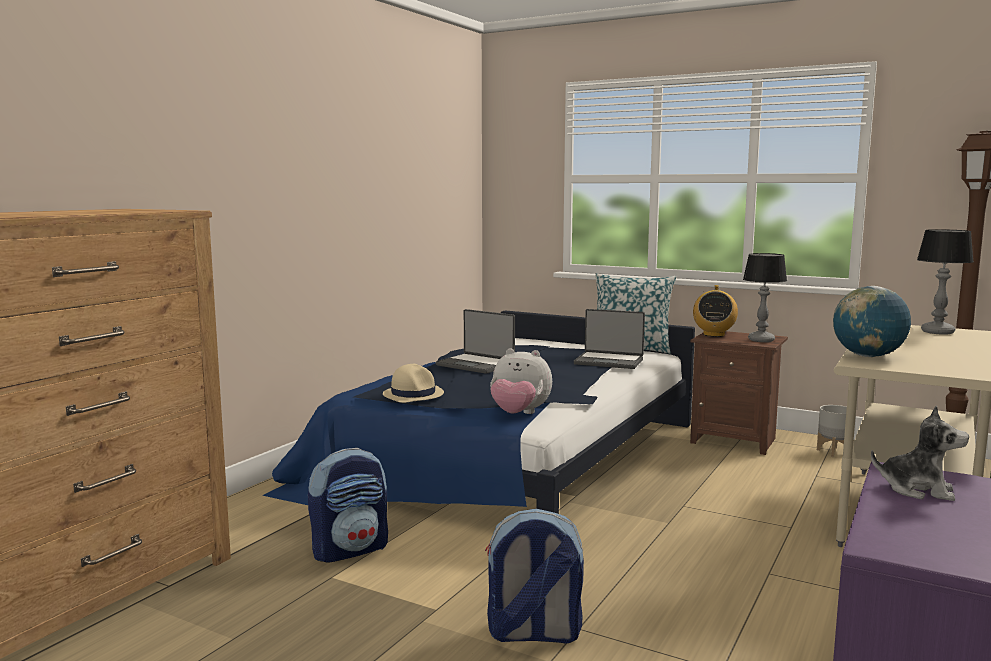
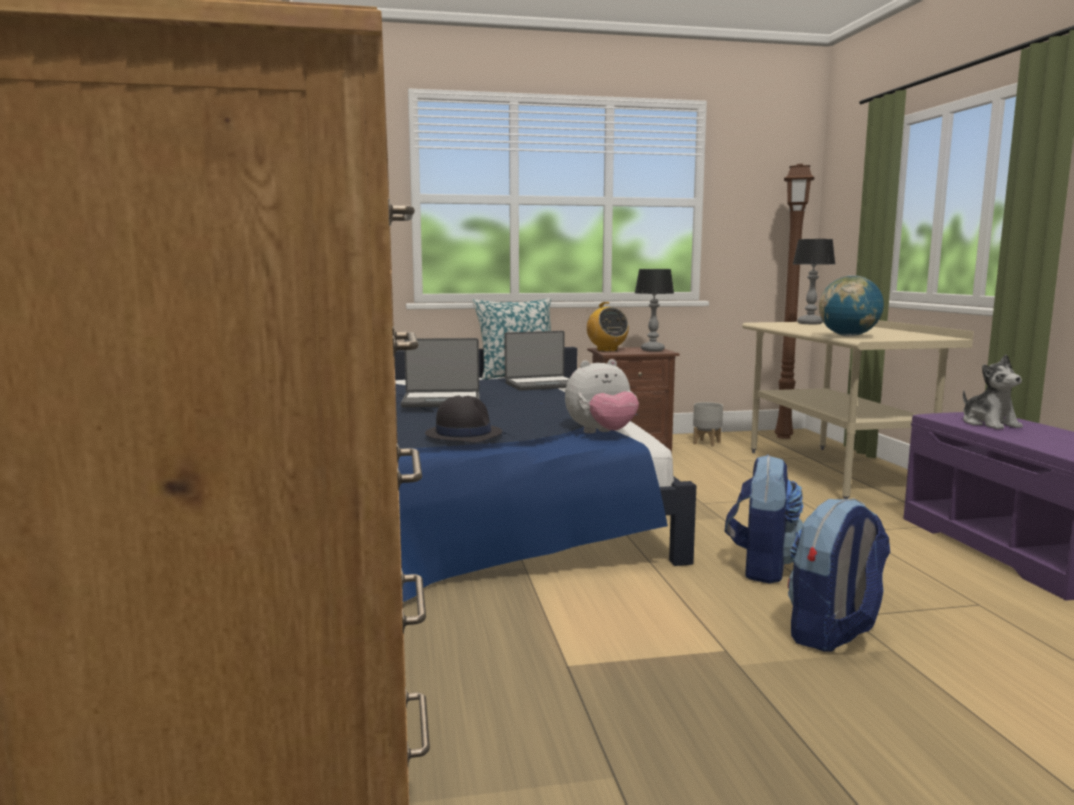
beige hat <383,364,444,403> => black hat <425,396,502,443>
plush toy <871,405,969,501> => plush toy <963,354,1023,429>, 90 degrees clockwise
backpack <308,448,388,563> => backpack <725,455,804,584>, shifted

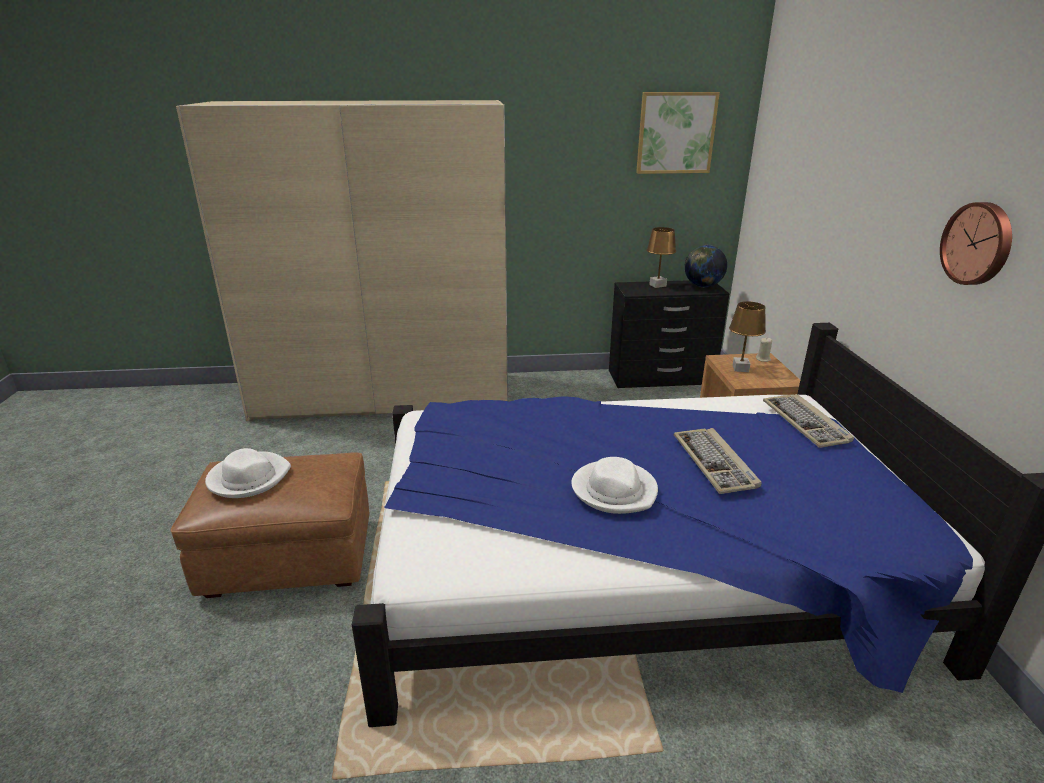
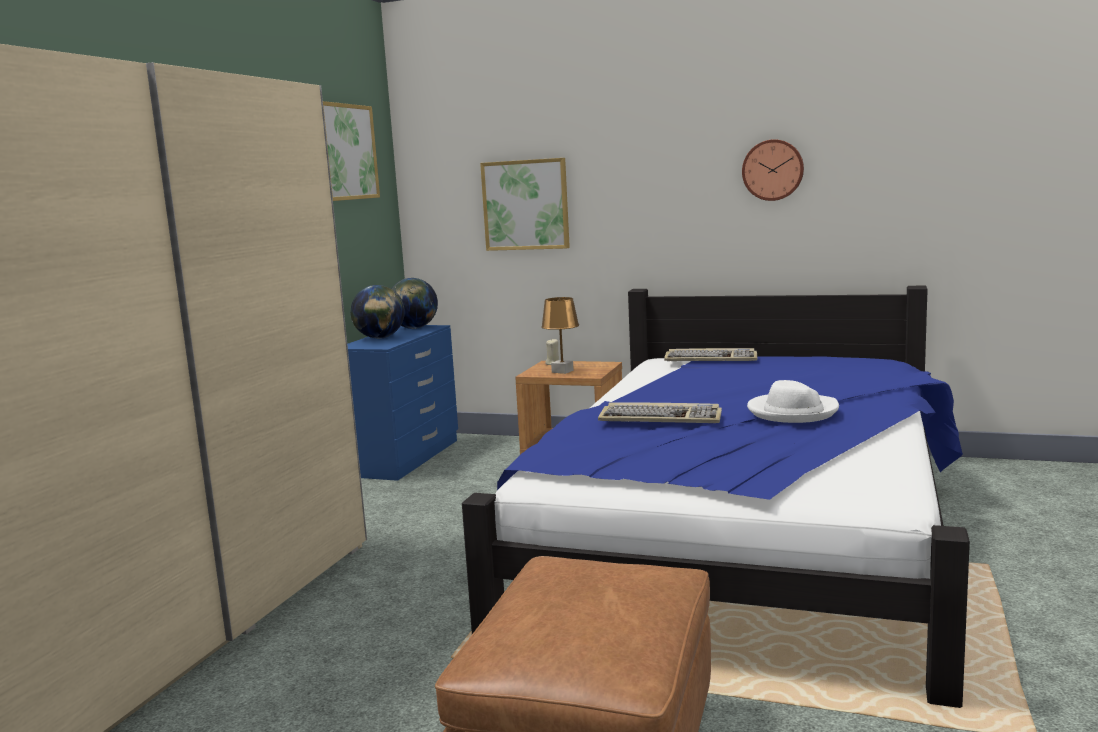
brown table lamp <647,227,676,288> => globe <350,285,405,339>
black dresser <609,280,729,388> => blue dresser <347,325,458,481>
keyboard <674,428,762,494> => keyboard <598,403,722,423>, shifted
white hat <205,448,291,498> => nothing
nothing => picture <480,158,570,251>

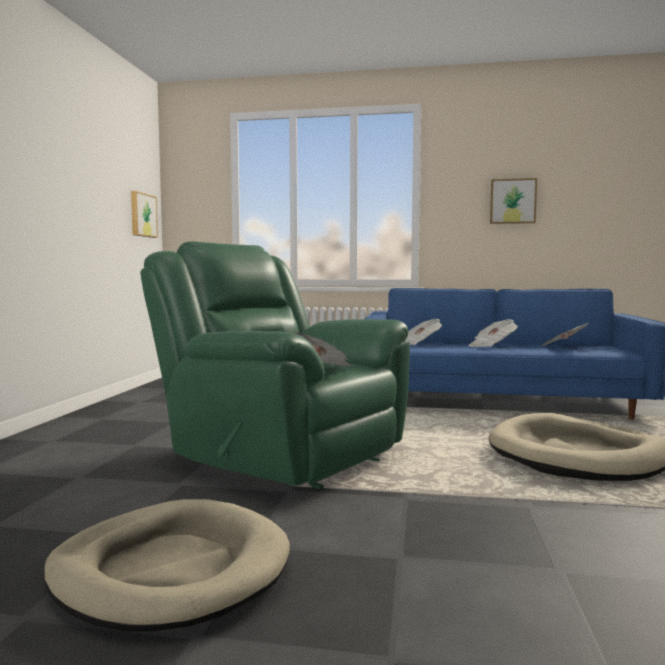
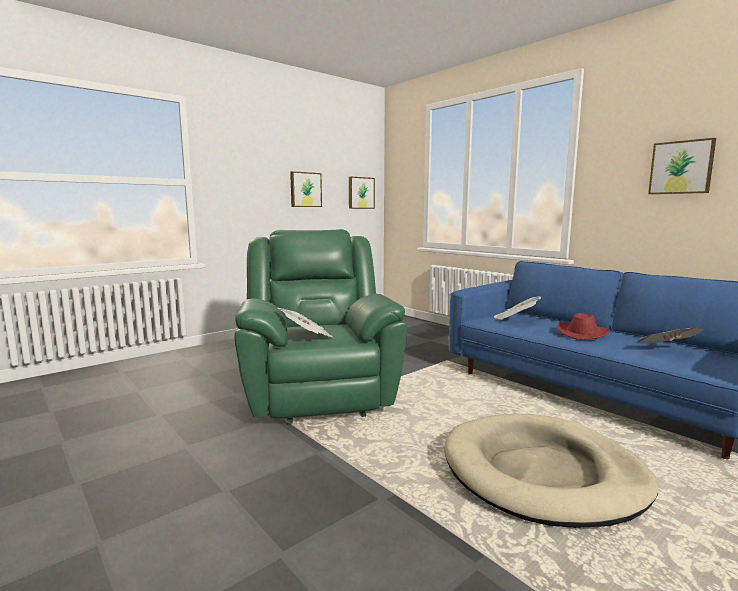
newspaper <469,319,518,347> => red hat <557,313,610,340>
beige dog bed <44,499,290,631> => nothing
nothing => picture <290,171,322,207>

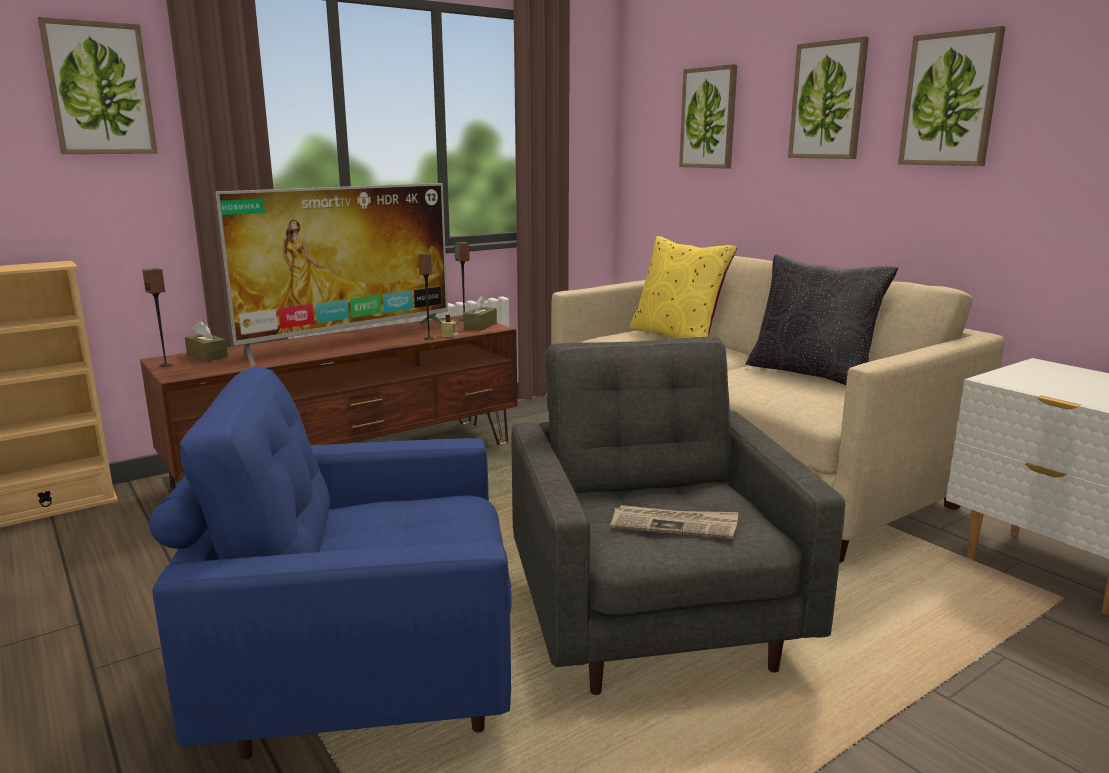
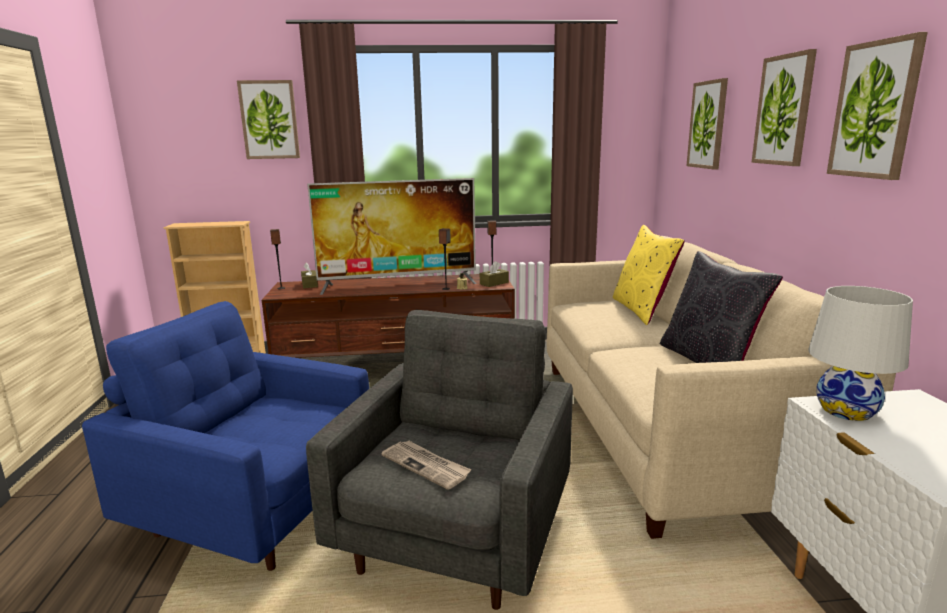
nothing => white table lamp <808,286,913,421>

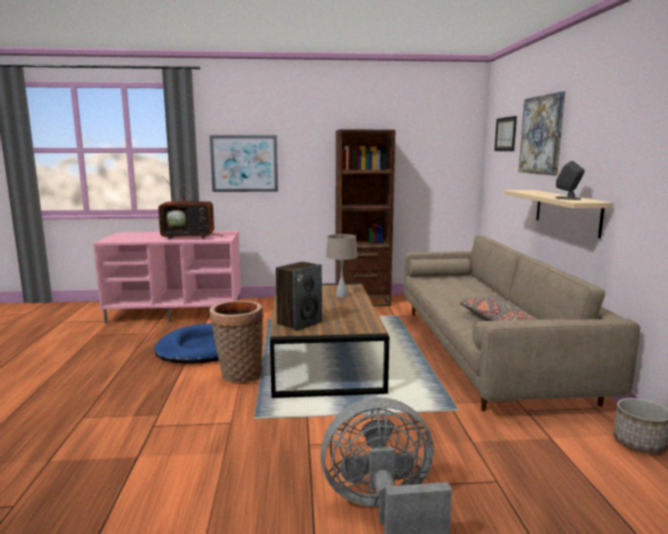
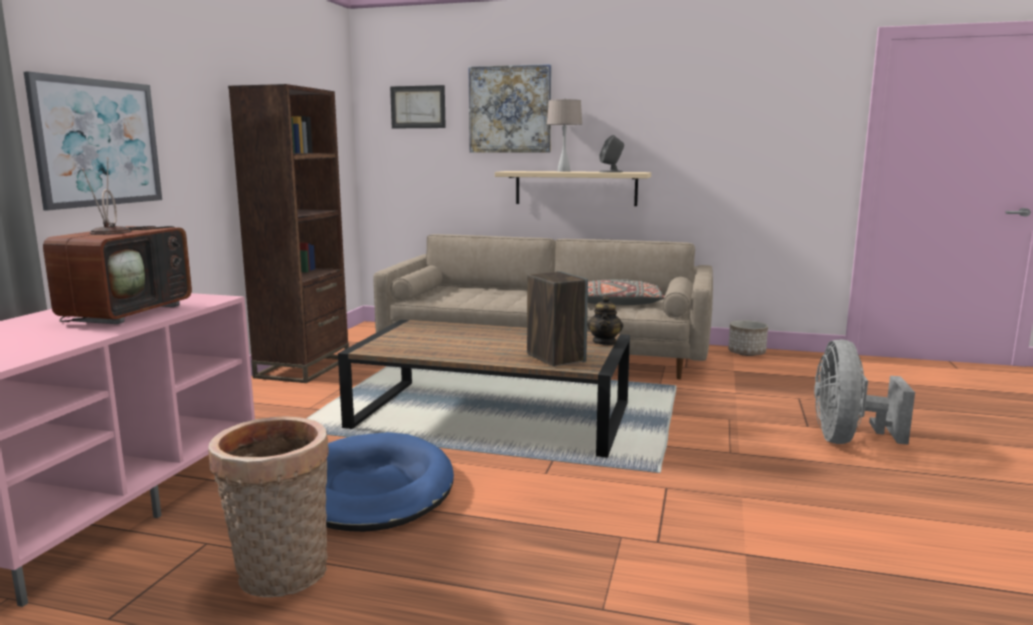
beige table lamp <326,234,358,298> => beige table lamp <547,98,582,172>, shifted
basket <210,300,263,383> => basket <208,416,329,597>, shifted
nothing => teapot <587,295,623,345>

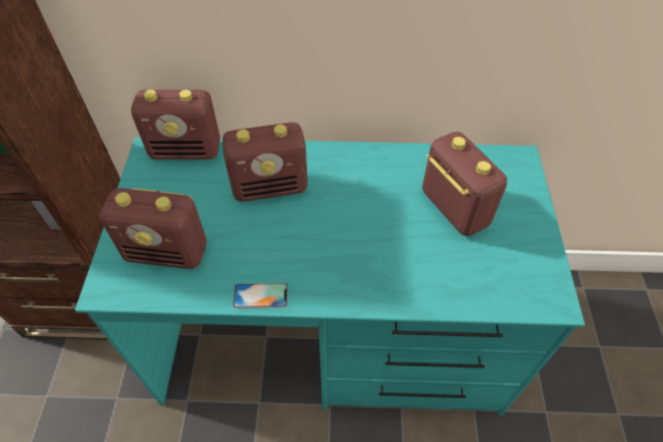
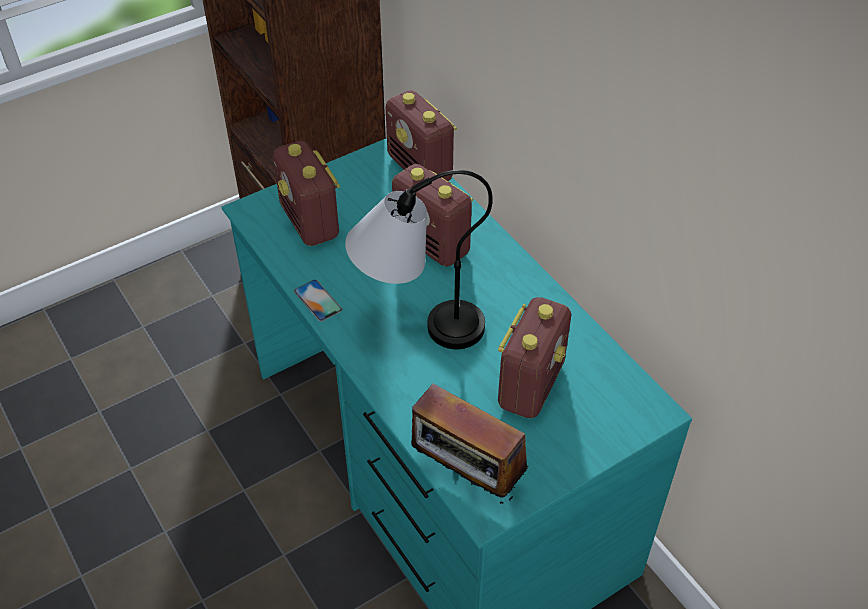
nothing => table lamp <345,170,493,349>
nothing => radio <411,384,528,504>

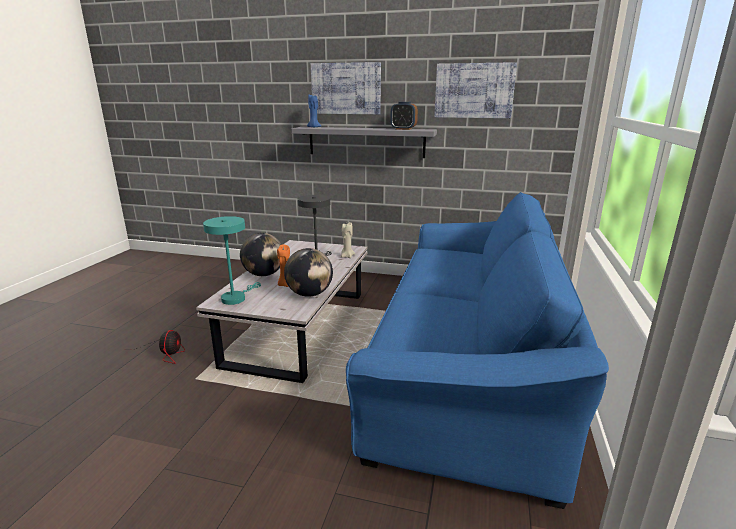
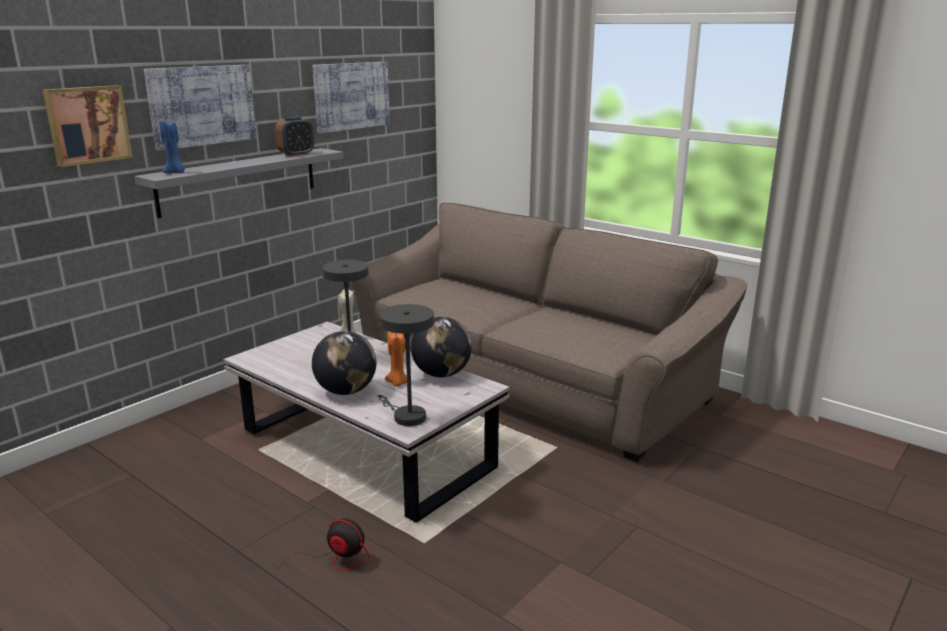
blue sofa <346,192,609,509> => brown sofa <351,203,747,462>
turquoise table lamp <203,216,261,305> => grey table lamp <378,304,434,426>
nothing => picture <43,85,133,167>

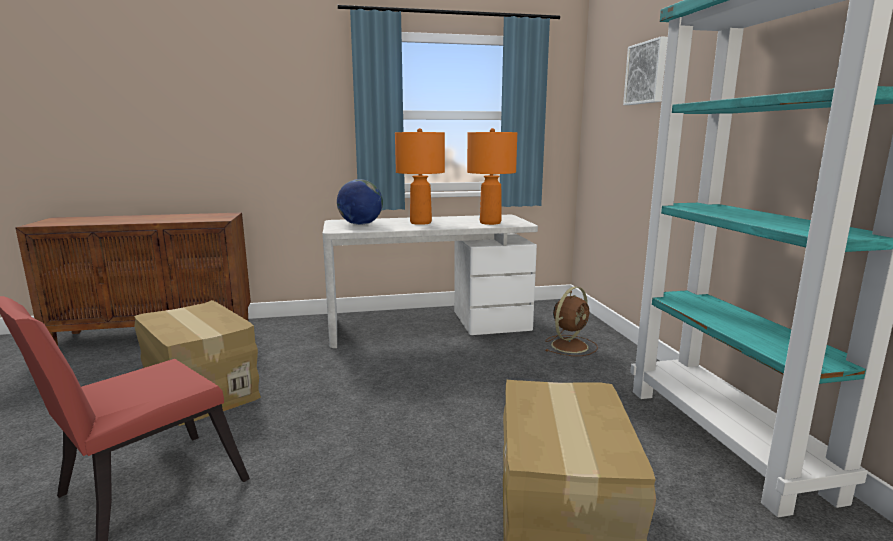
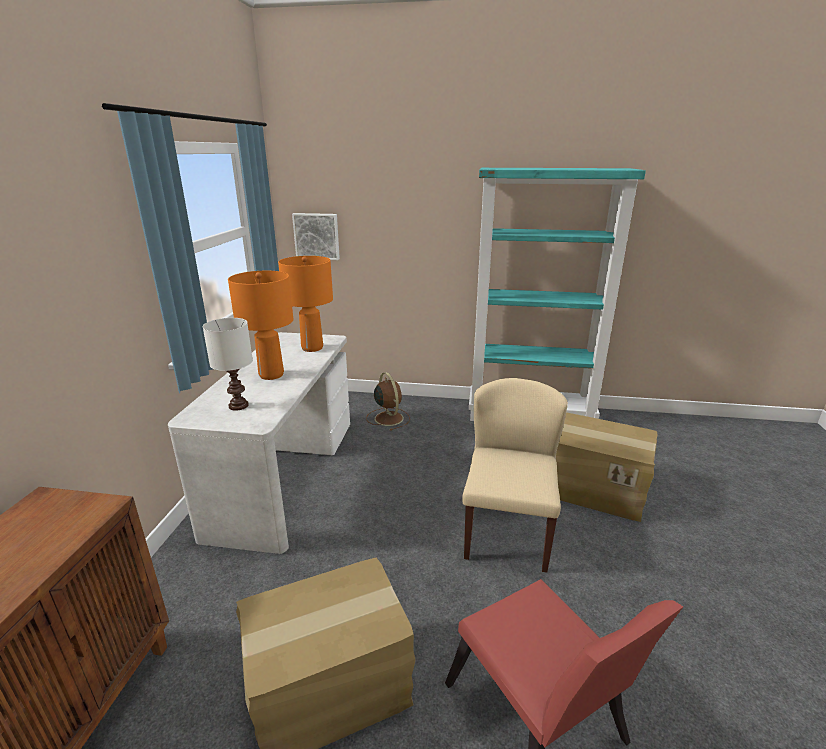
picture <623,36,668,105> => picture <292,213,340,260>, shifted
globe <337,179,383,225> => white table lamp <203,318,253,411>
nothing => beige chair <462,378,568,573>

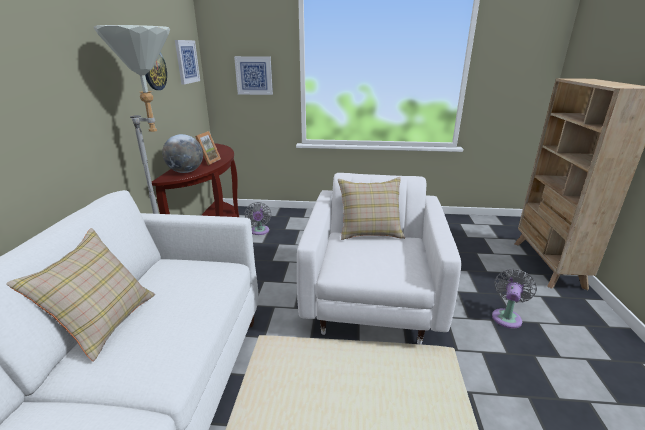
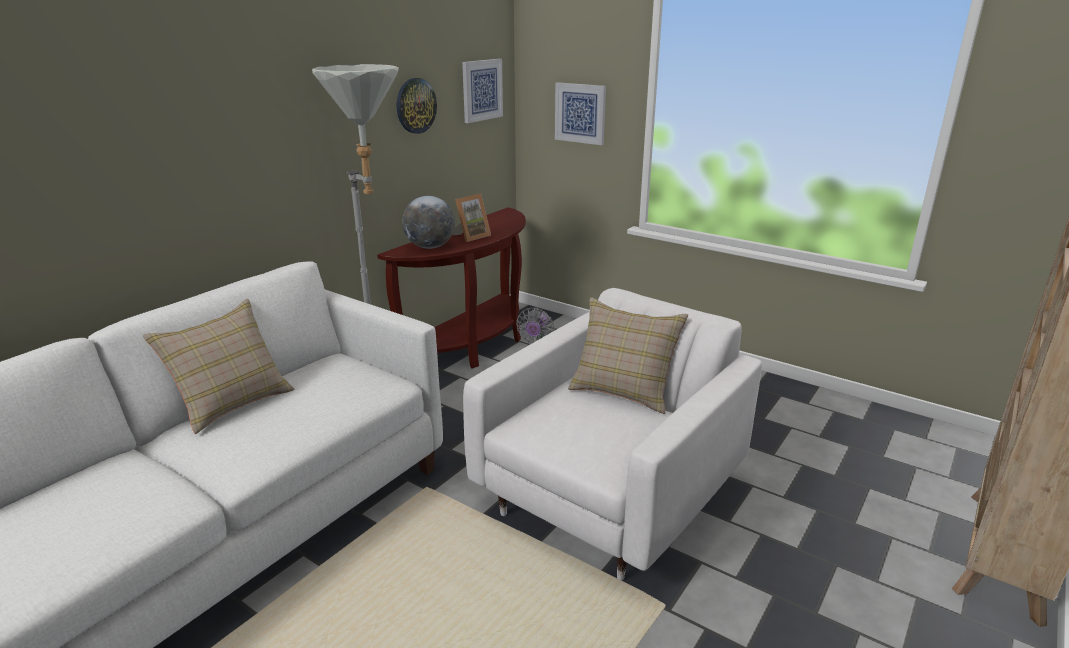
grey fan <492,269,537,328> => nothing

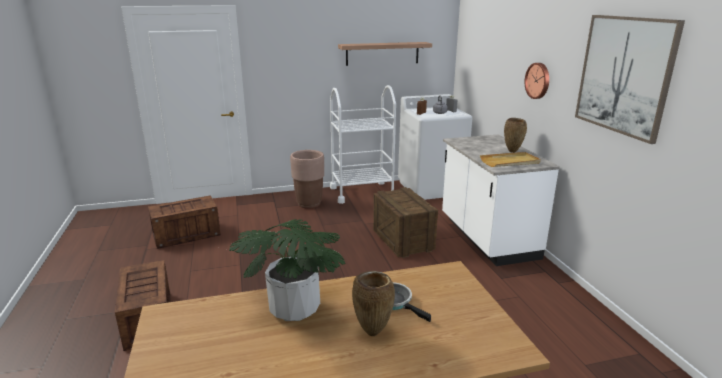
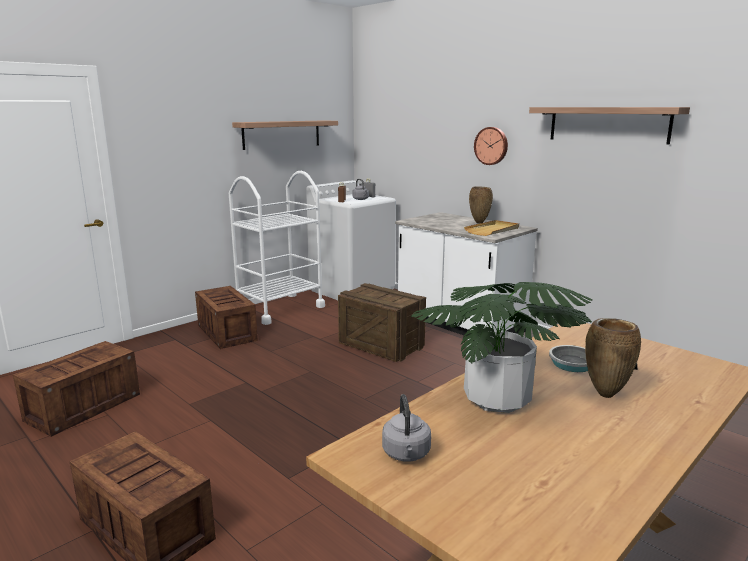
picture <575,15,685,144> => shelf <529,107,690,144>
brown planter <290,150,324,209> => crate <195,286,258,349>
nothing => grey kettle <382,394,431,462>

